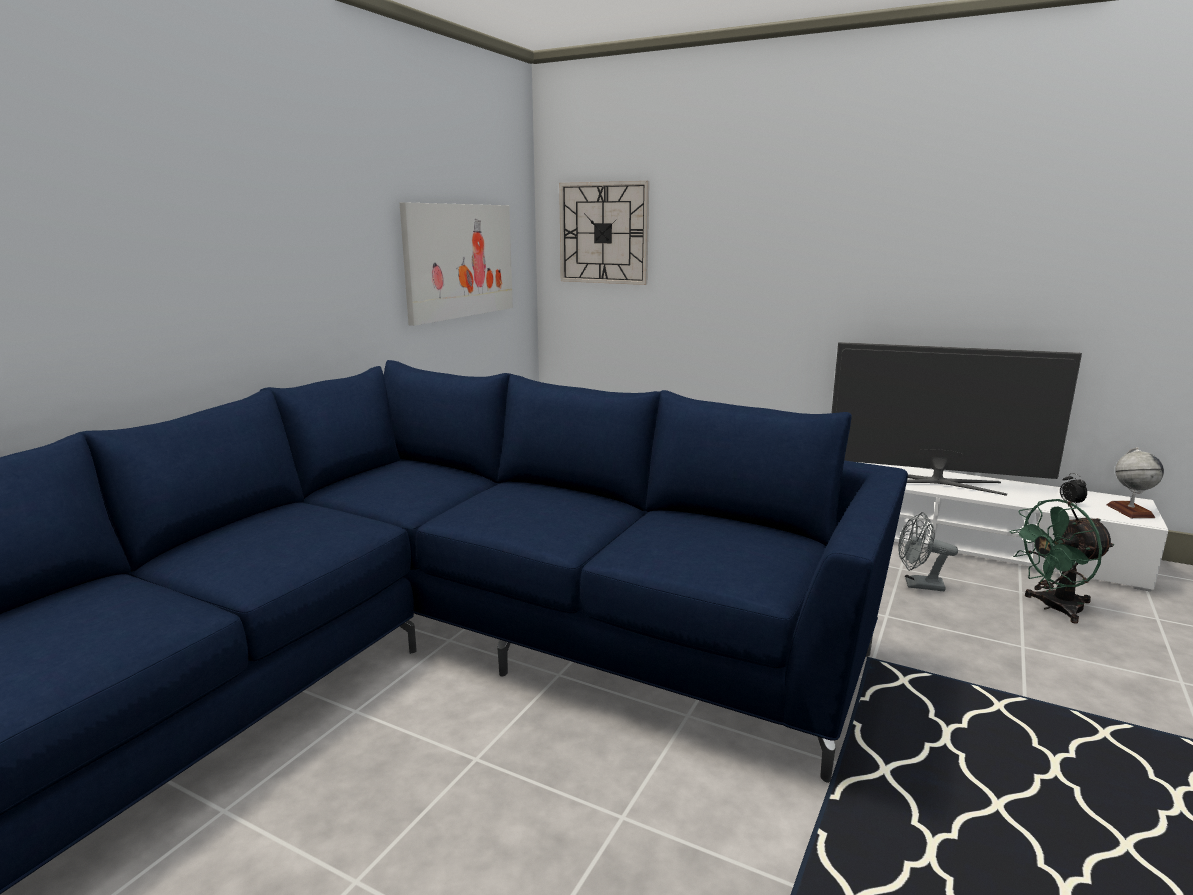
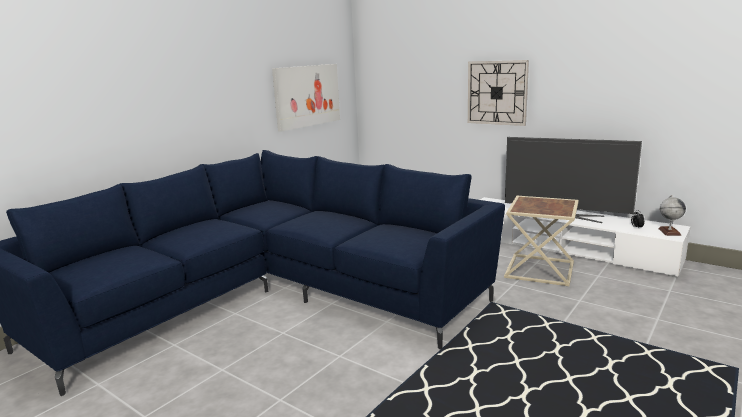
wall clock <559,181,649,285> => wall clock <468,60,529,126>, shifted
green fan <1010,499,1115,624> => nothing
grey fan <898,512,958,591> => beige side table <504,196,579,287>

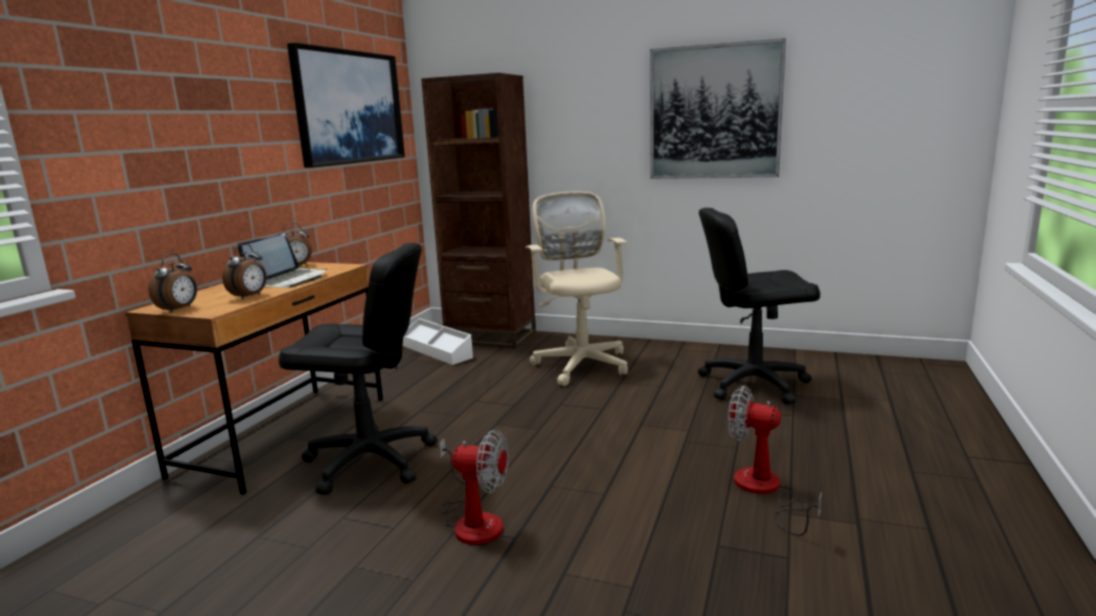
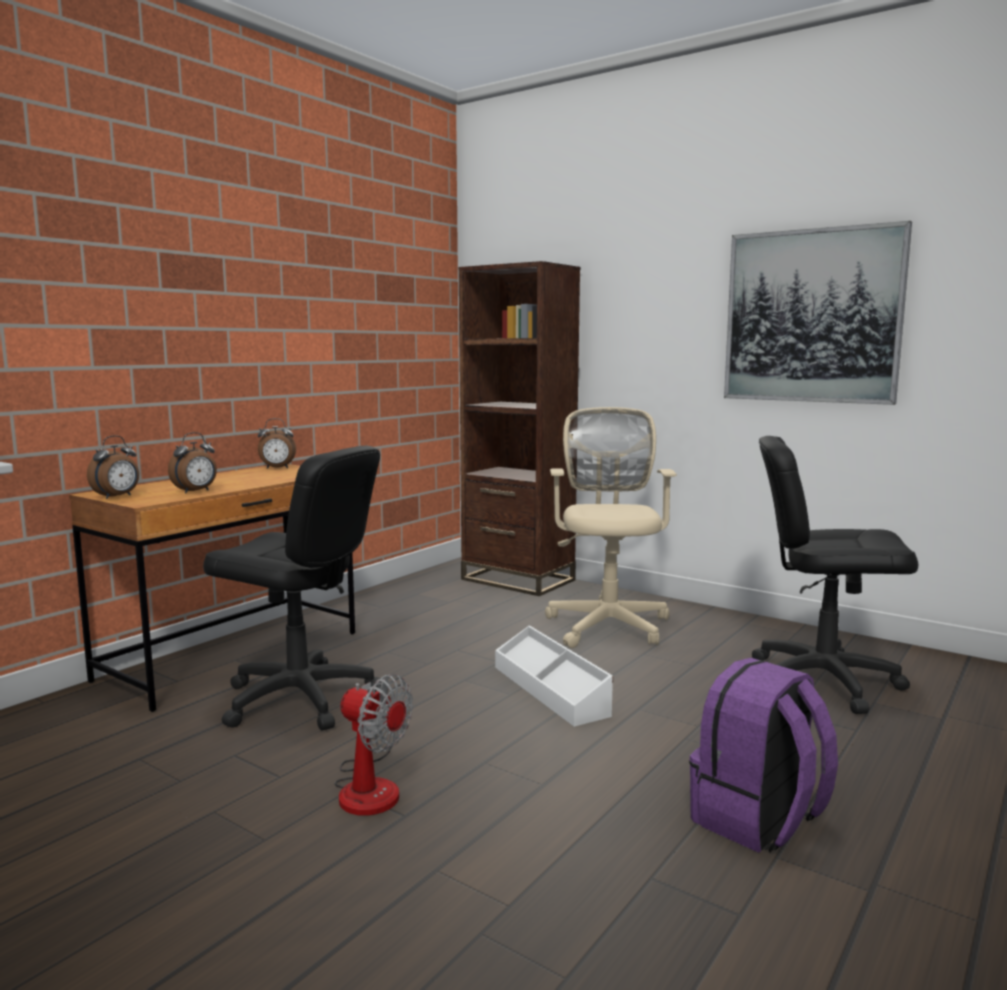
picture <287,43,405,168> => nothing
laptop <237,235,327,288> => nothing
white storage box <403,318,473,365> => white storage box <495,625,613,727>, shifted
fan <728,386,822,536> => purple backpack <689,658,838,853>

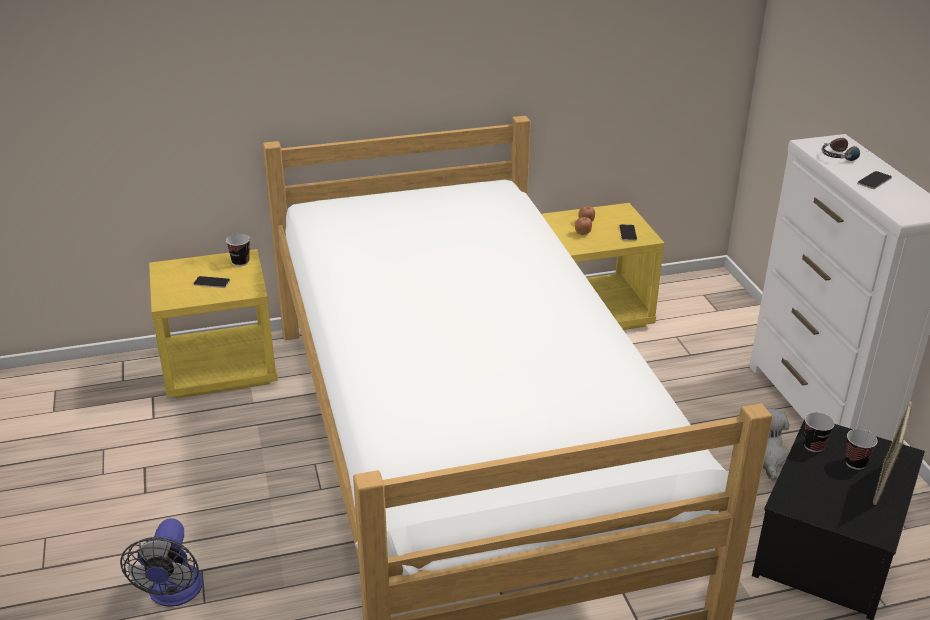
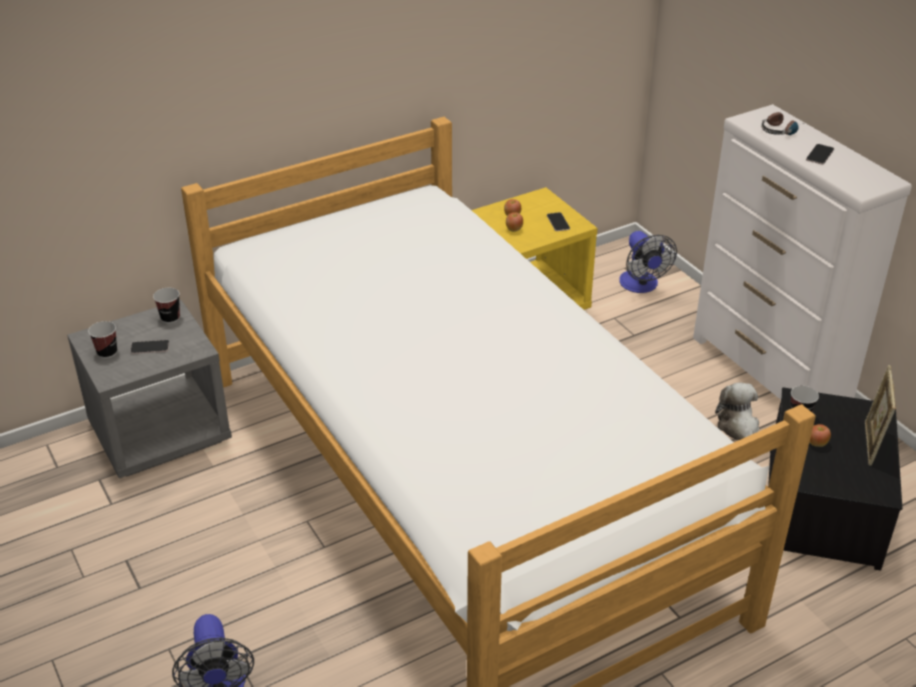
yellow nightstand <149,249,278,398> => grey nightstand <67,300,232,478>
cup <845,429,878,470> => cup <88,321,117,358>, shifted
nothing => fan <619,231,677,293>
nothing => apple <810,424,831,447>

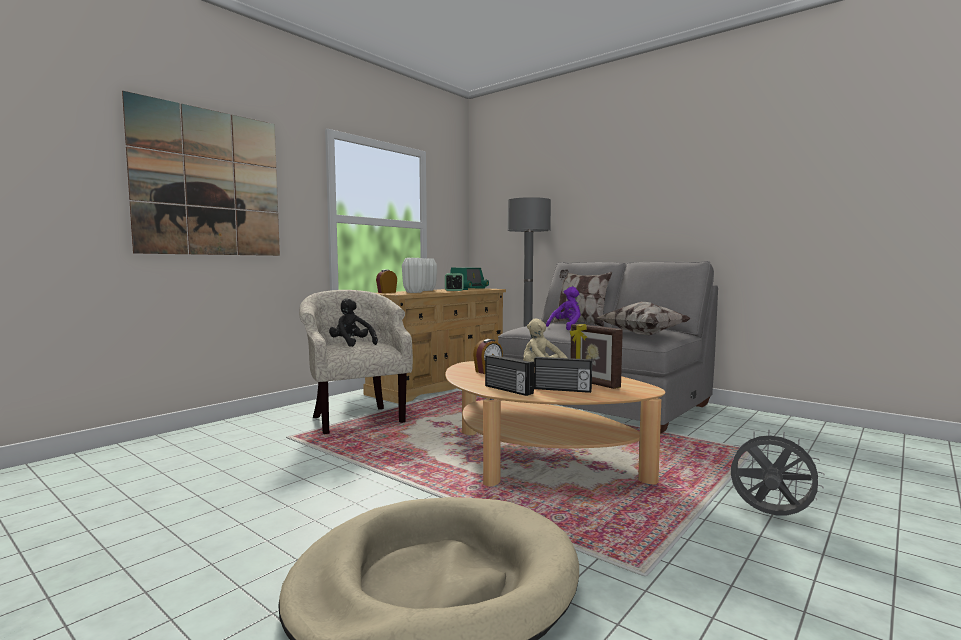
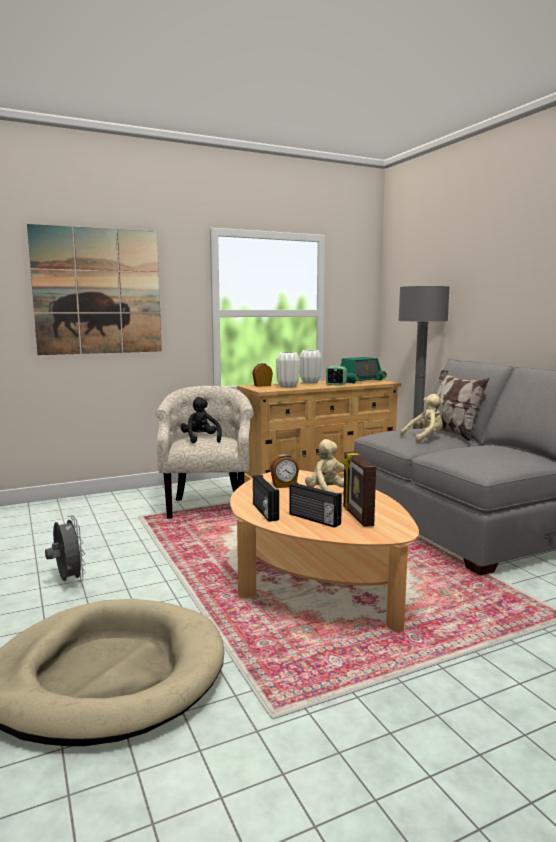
purple plush toy <546,287,580,330> => beige plush toy <400,394,444,443>
pillow <597,302,691,335> => nothing
grey fan <727,430,825,515> => grey fan <45,515,86,582>, shifted

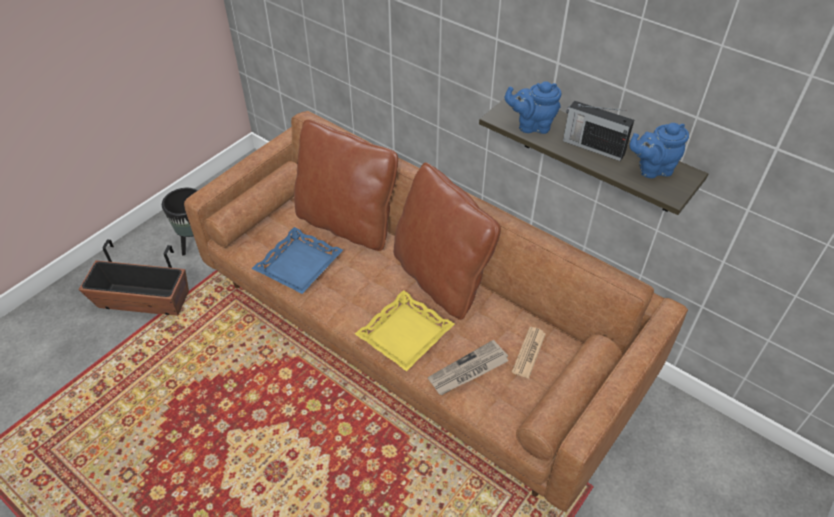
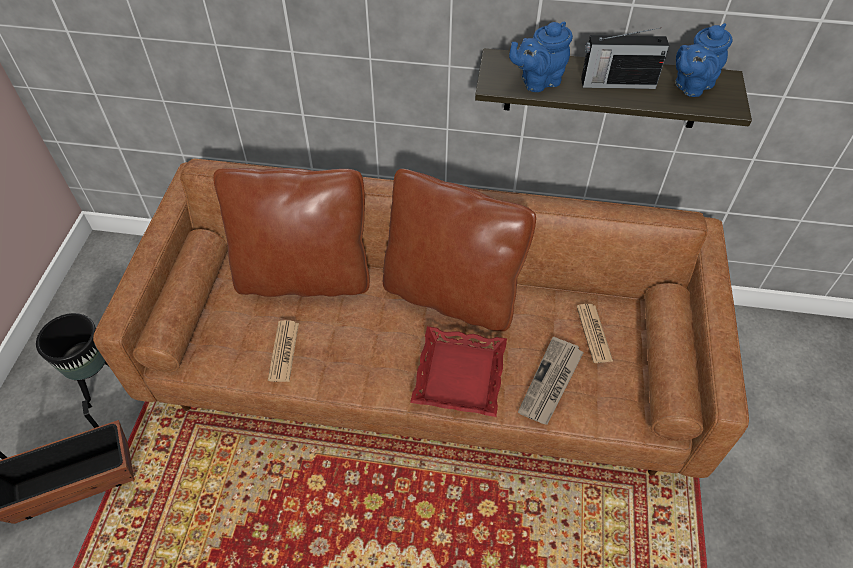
blue tray <252,227,343,294> => newspaper <268,320,299,382>
yellow tray <355,290,454,371> => red tray <410,326,507,417>

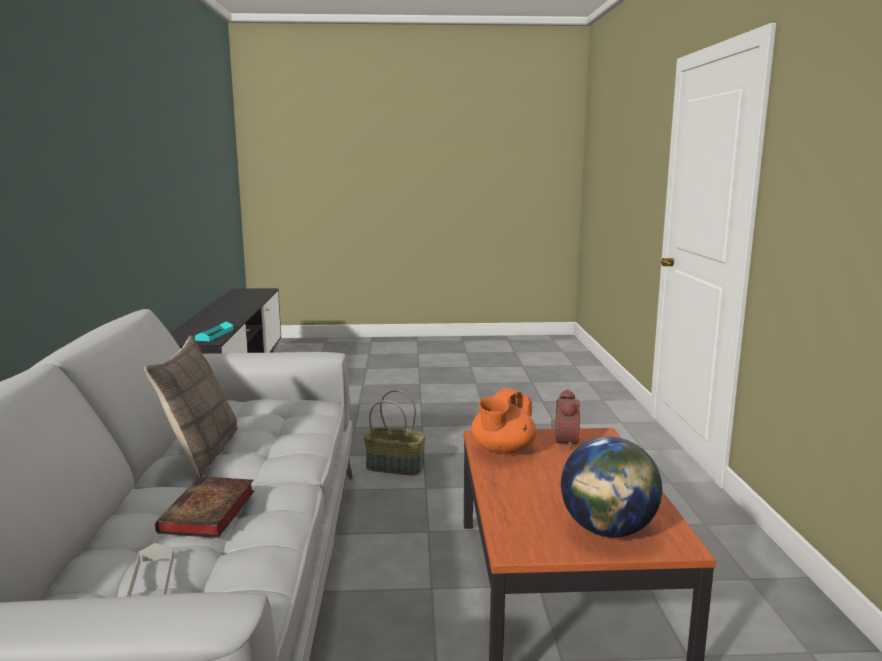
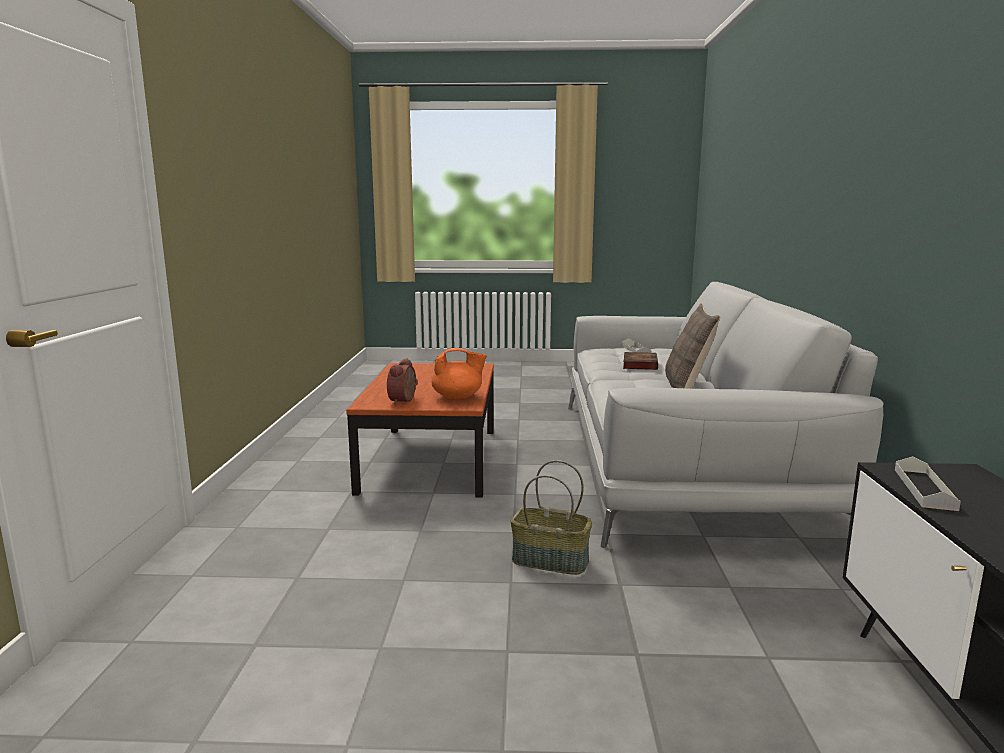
turquoise tray <195,322,234,341> => grey tray <895,456,961,511>
orange teapot <471,388,537,455> => orange teapot <431,348,487,400>, 45 degrees clockwise
globe <561,437,662,537> => nothing

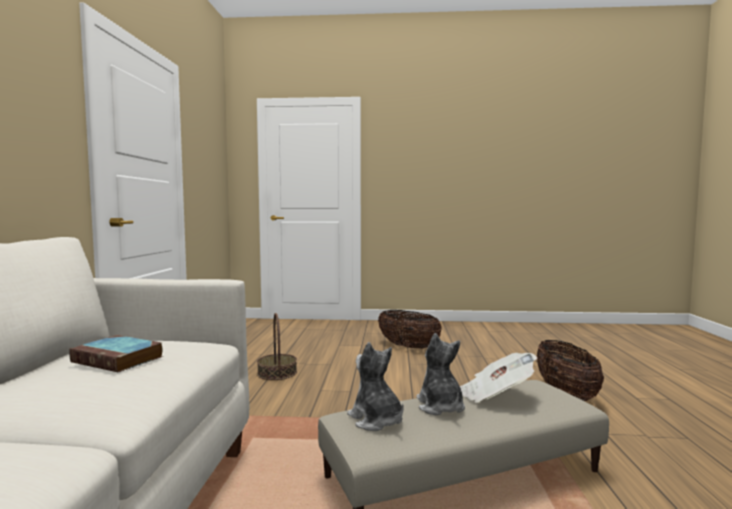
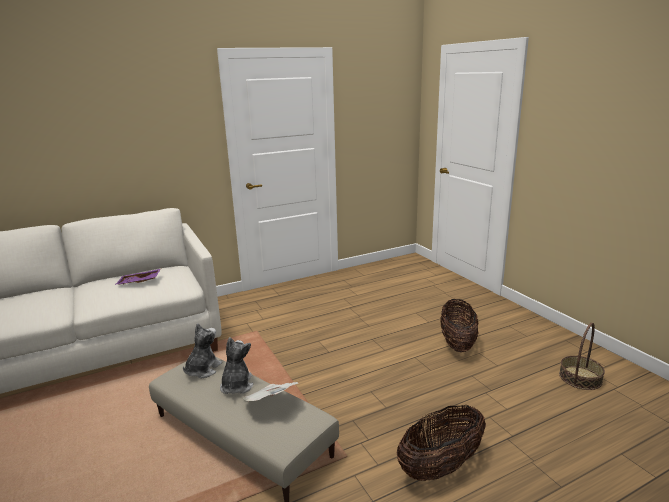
basket <257,313,297,380> => basket <559,322,605,390>, shifted
plush toy <416,333,465,415> => plush toy <220,337,253,394>, 45 degrees counterclockwise
book <69,335,163,372> => purple tray <115,269,161,285>

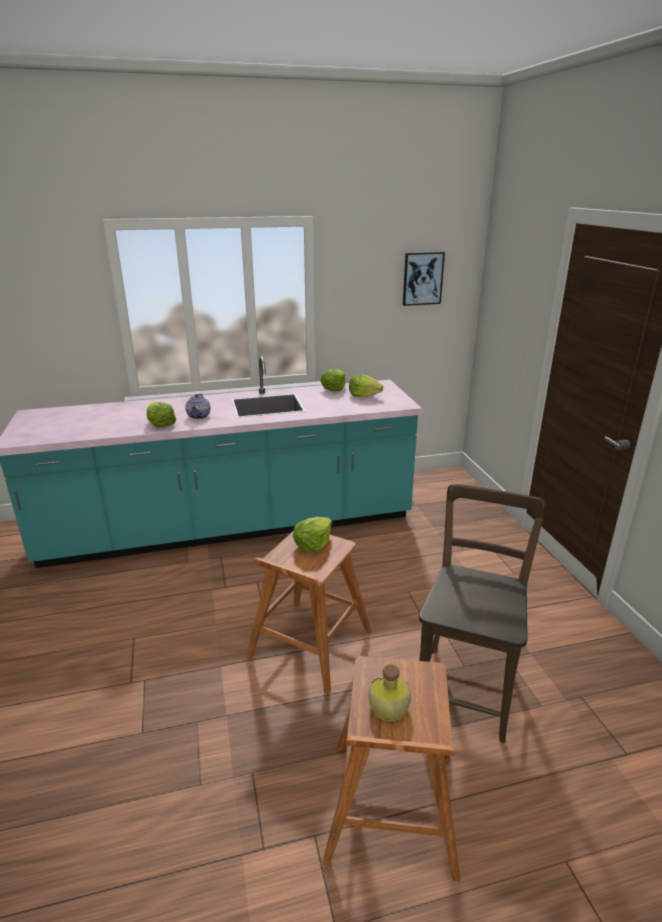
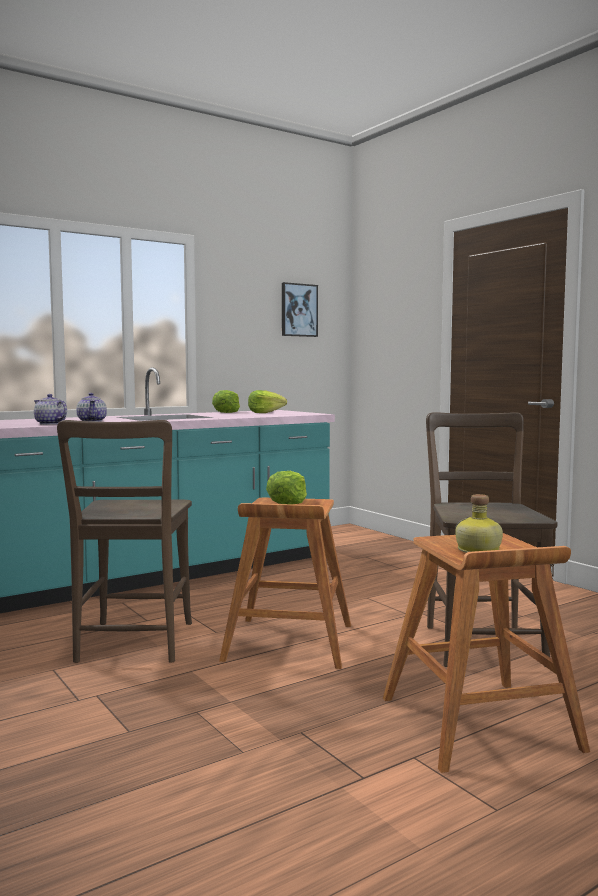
lettuce <147,402,176,427> => teapot <34,394,67,425>
nothing => brown chair <57,420,192,663>

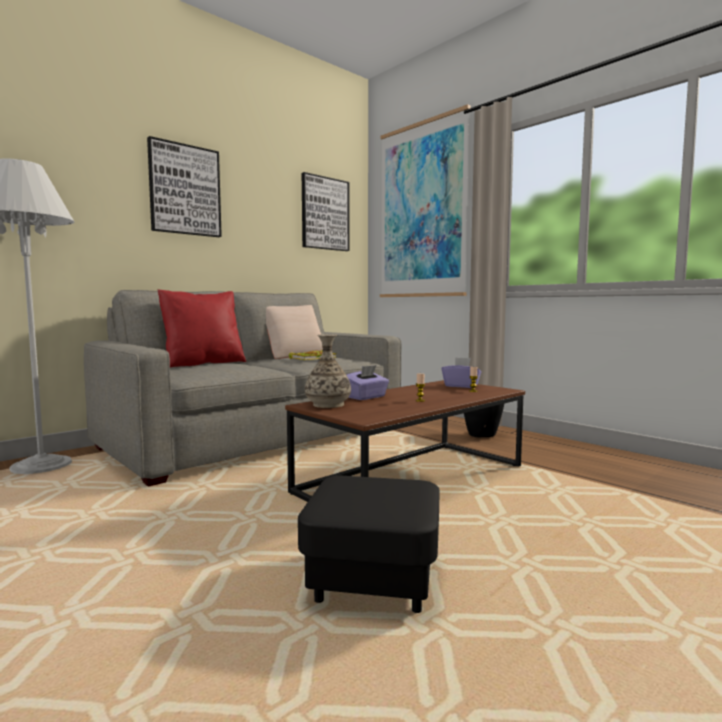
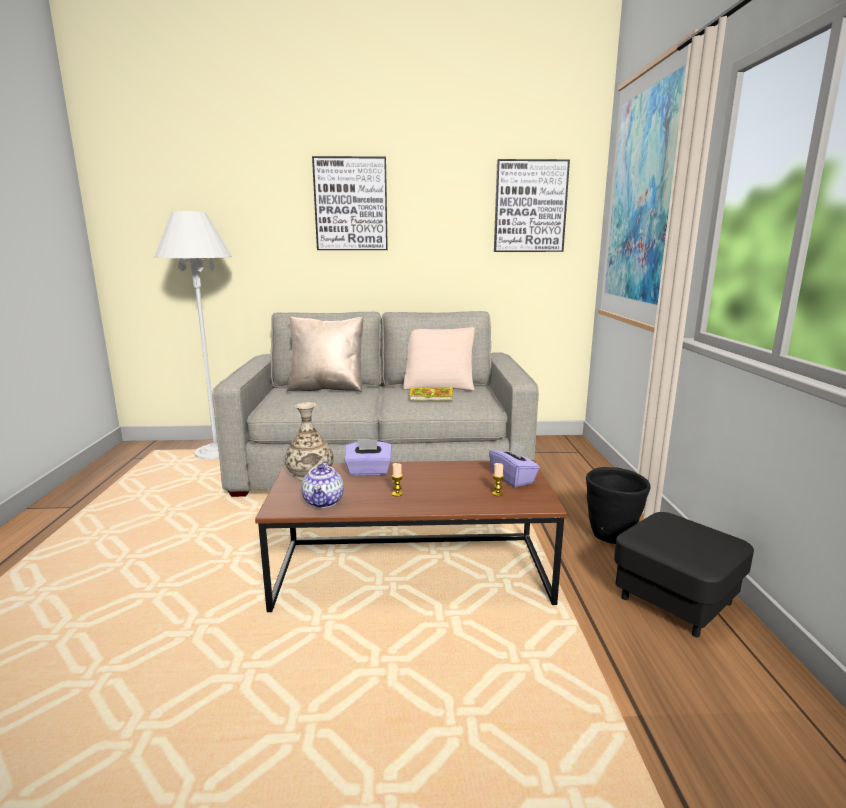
red pillow <158,289,246,367> => beige pillow <287,316,364,392>
black ottoman <298,476,440,613> => black ottoman <614,512,754,637>, shifted
nothing => teapot <301,461,344,508>

